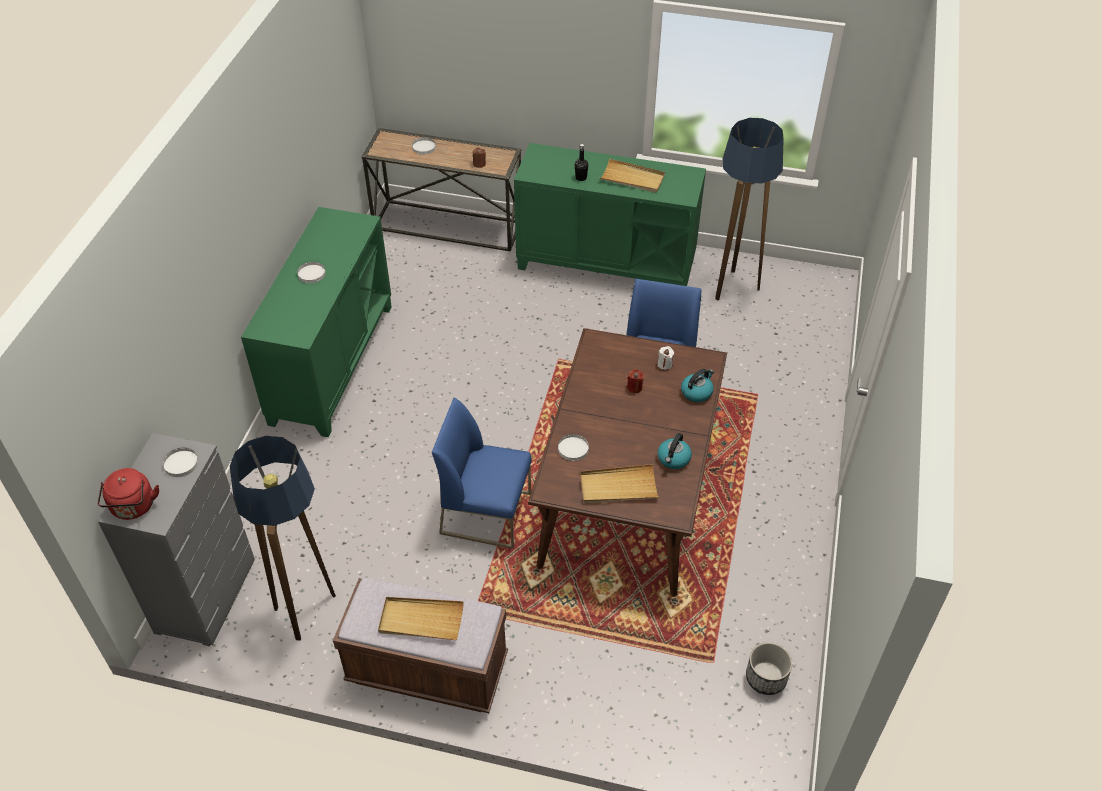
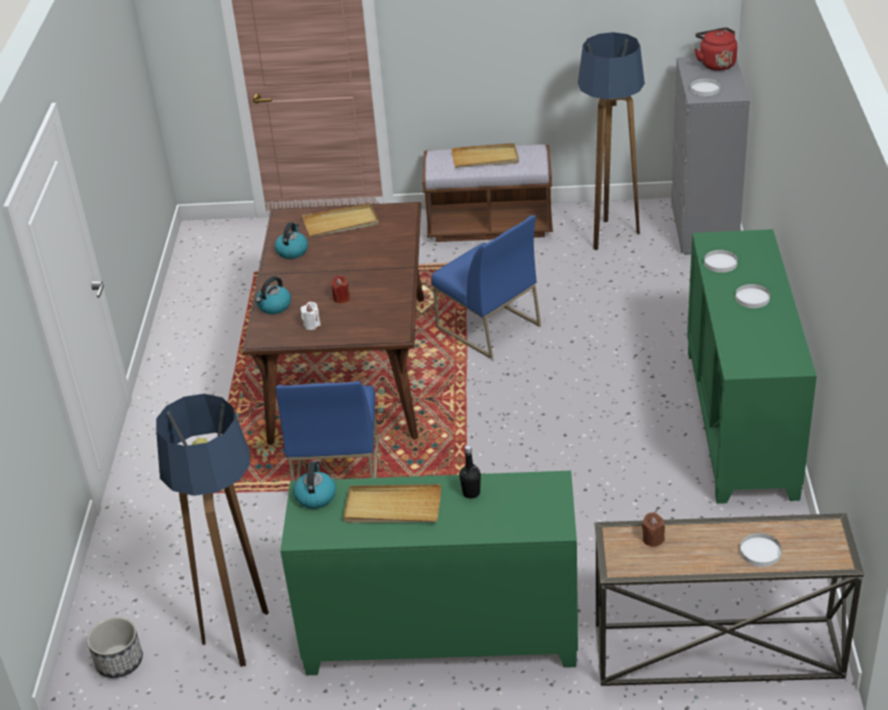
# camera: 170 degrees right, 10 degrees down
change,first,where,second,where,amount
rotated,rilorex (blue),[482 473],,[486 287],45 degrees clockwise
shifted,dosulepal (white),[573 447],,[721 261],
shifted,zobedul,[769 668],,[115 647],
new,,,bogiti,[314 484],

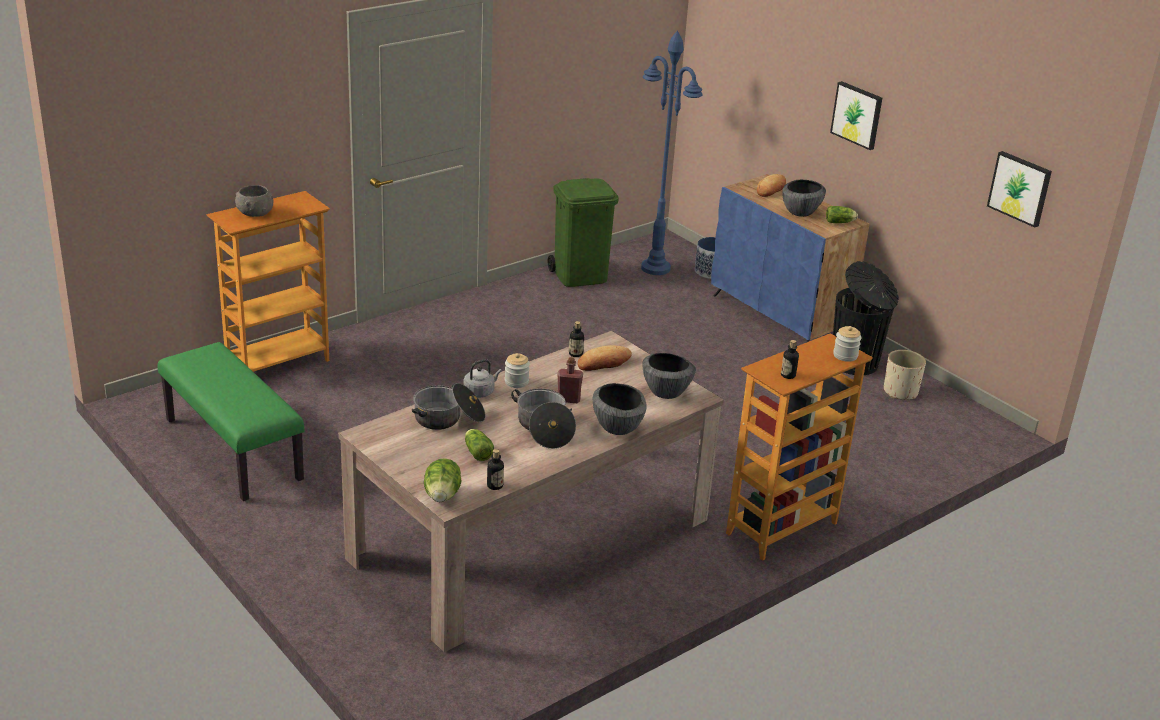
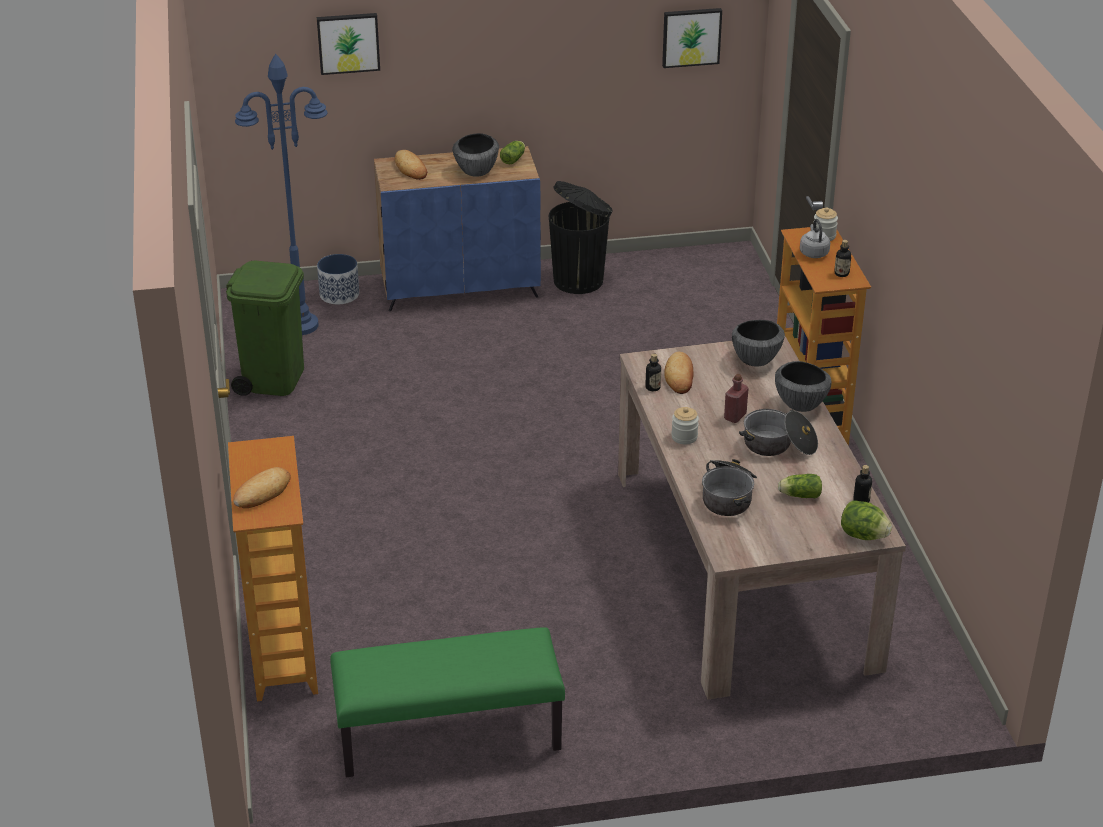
# camera: 60 degrees left, 5 degrees up
change,first,where,second,where,amount
swapped,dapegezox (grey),[254 201],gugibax,[262 487],
shifted,bogiti (grey),[483 378],,[815 238],
shifted,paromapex,[856 115],,[348 44],
gone,zobedul (beige),[905 375],,,

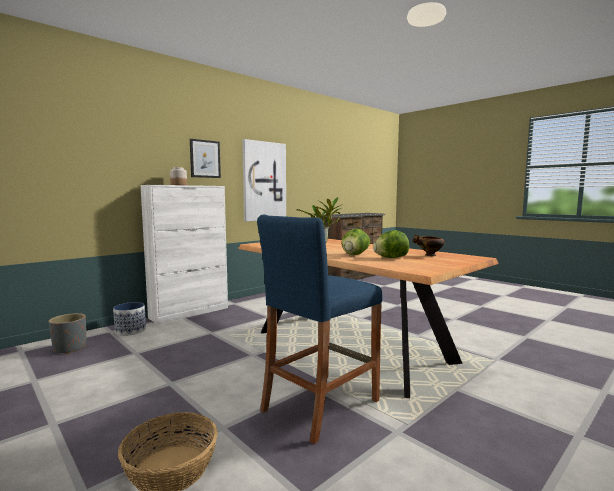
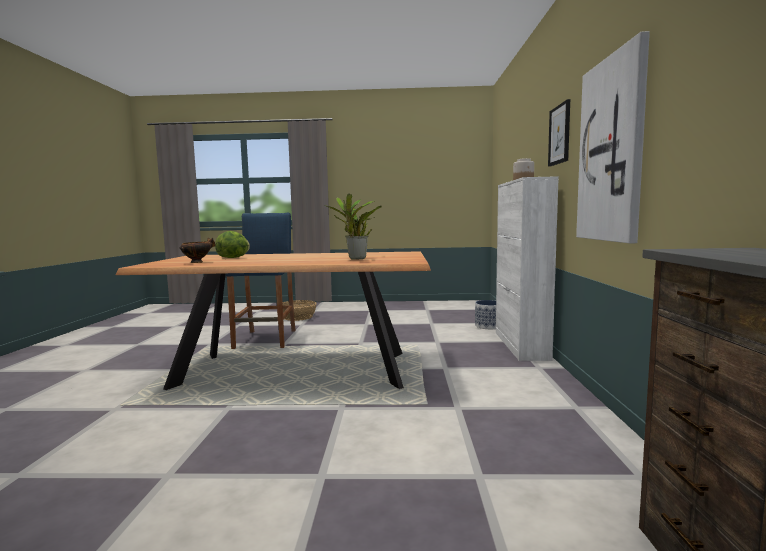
# camera: 135 degrees right, 0 degrees up
change,first,where,second,where,amount
gone,zobedul (grey),[67 333],,,
gone,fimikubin,[355 241],,,

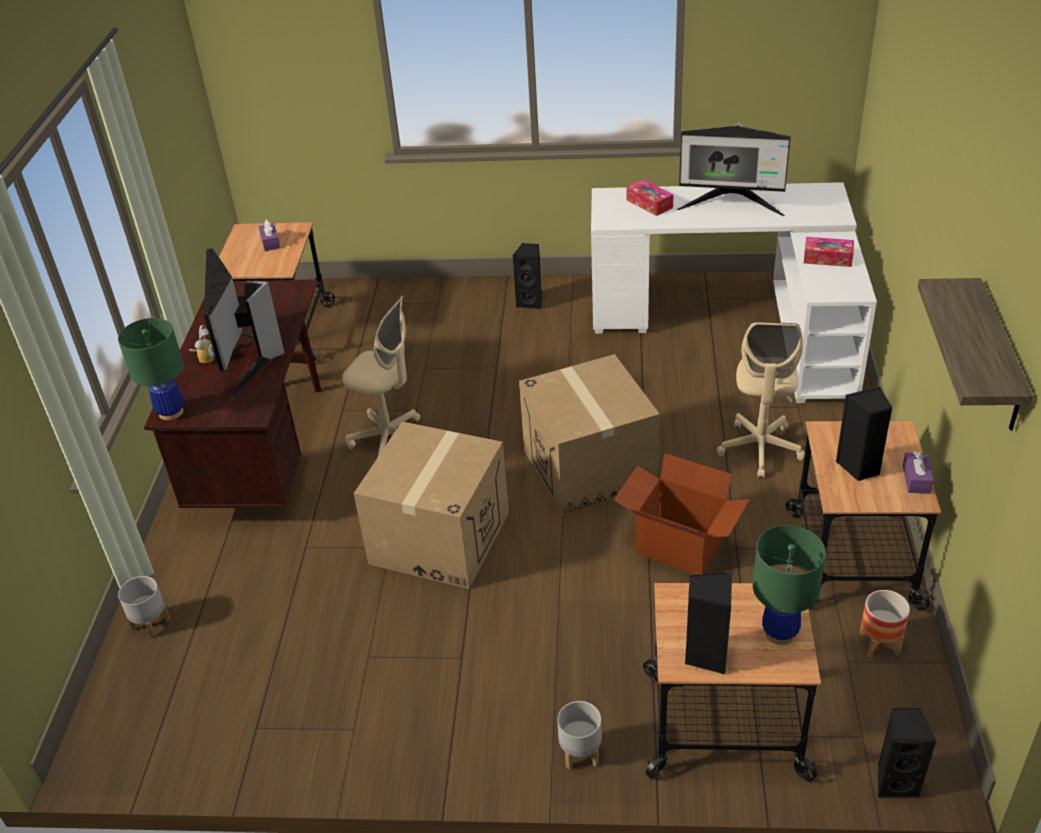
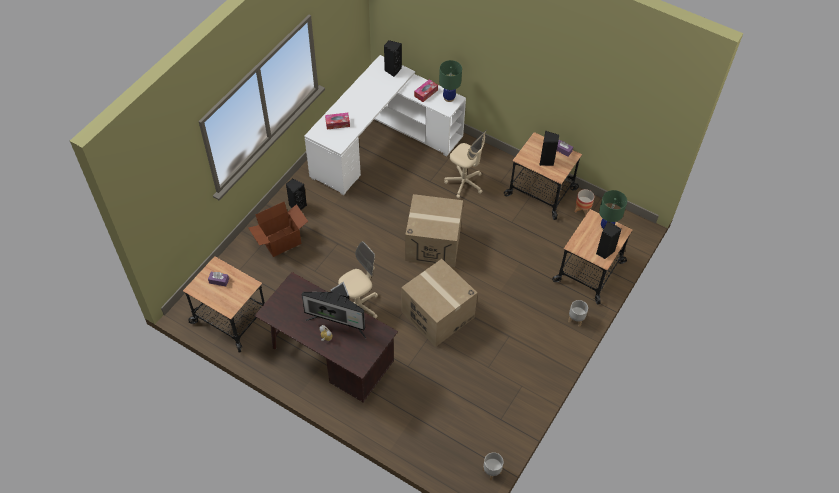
# camera: 65 degrees left, 15 degrees up
change,first,where,second,where,amount
shifted,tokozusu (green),[151 369],,[450 81],
shifted,zobedul (grey),[144 607],,[493 466],
shifted,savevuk,[682 514],,[278 229],
gone,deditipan,[734 169],,,
shifted,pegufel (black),[907 753],,[393 58],
gone,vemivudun,[975 354],,,

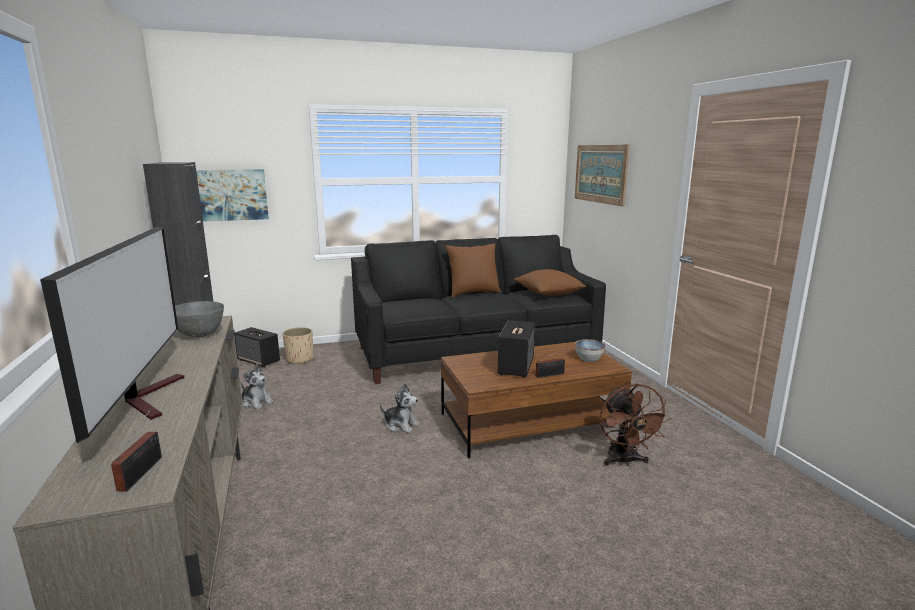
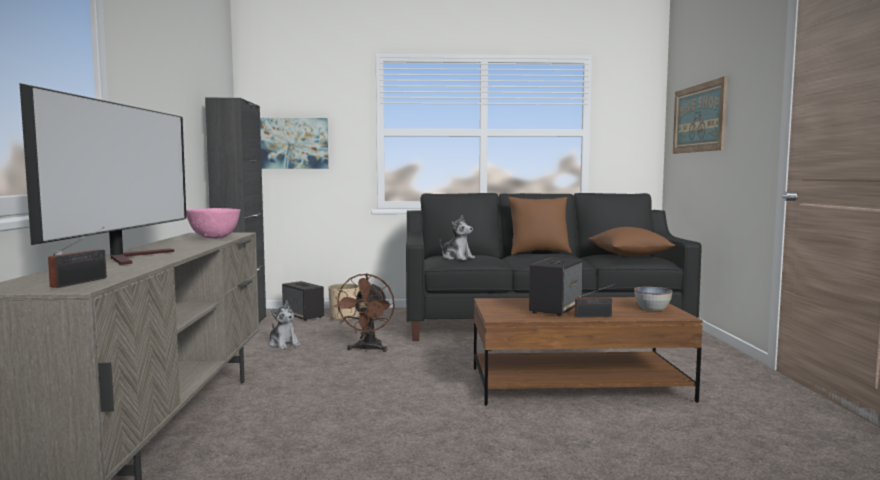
# camera: 15 degrees right, 10 degrees down
change,first,where,second,where,amount
repainted,dapegezox (grey),[199 319],dapegezox (pink),[213 223],
shifted,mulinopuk,[400 408],,[457 237],
shifted,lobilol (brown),[635 425],,[364 312],

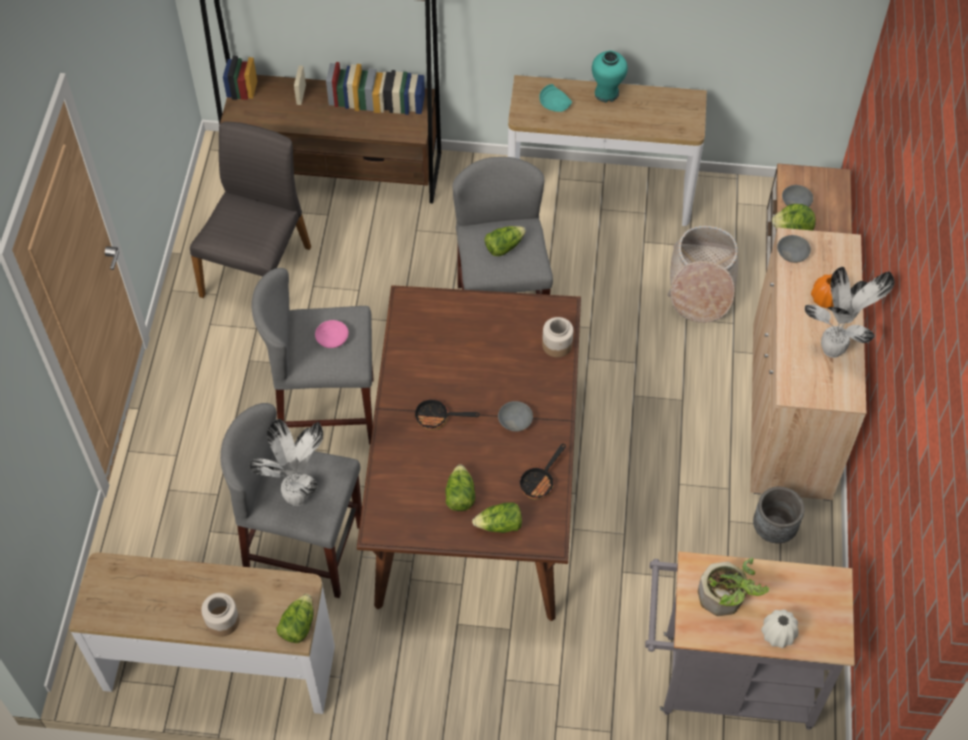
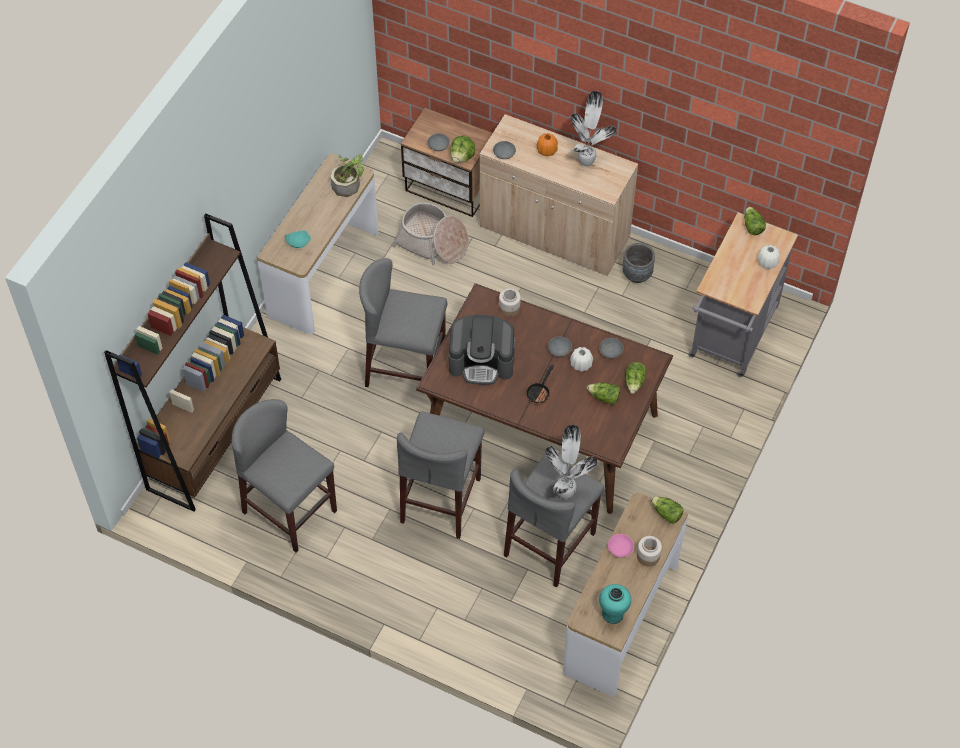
# camera: 70 degrees left, 0 degrees up
change,first,where,second,where,amount
swapped,rilorex (grey),[250 210],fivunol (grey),[284 476],
shifted,dapegezox (pink),[331 334],,[621 545],
shifted,fimikubin,[505 241],,[755 220],
swapped,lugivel,[542 471],dapegezox (grey),[611 348],
shifted,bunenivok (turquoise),[610 77],,[615 604],
shifted,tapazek,[733 587],,[347 175],
new,,,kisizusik,[482 350],
new,,,bunenivok (white),[581 359],

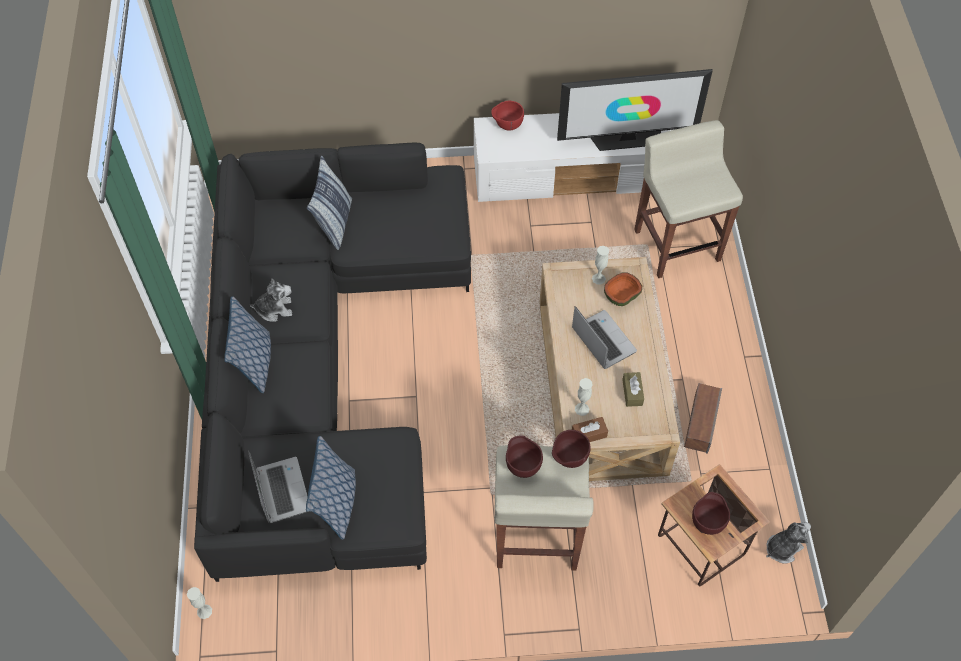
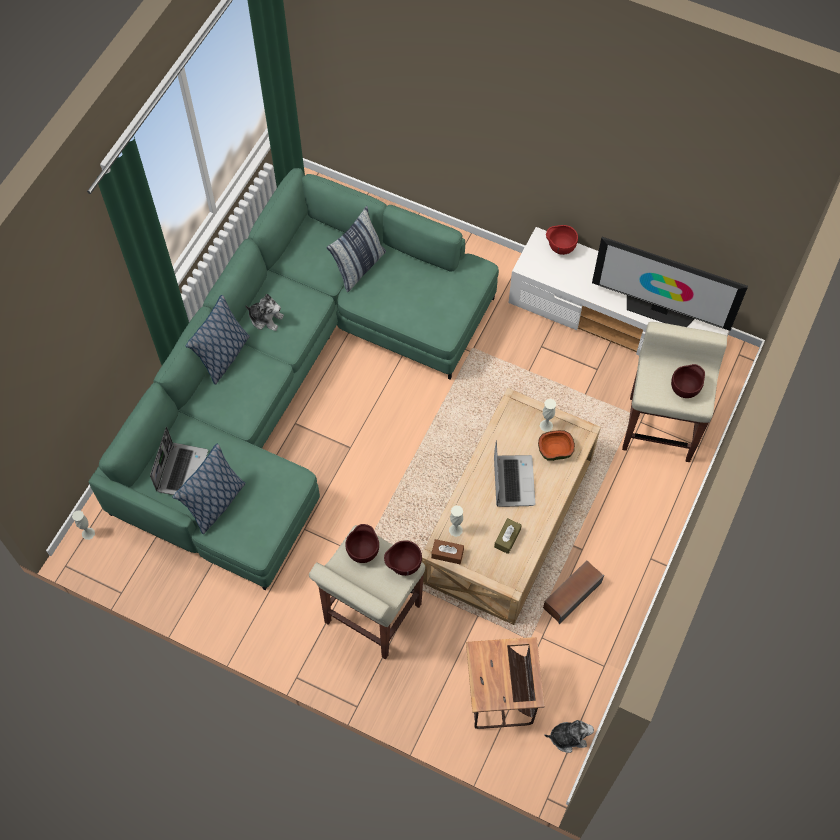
# camera: 30 degrees right, 5 degrees up
change,first,where,second,where,amount
repainted,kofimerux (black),[332 362],kofimerux (green),[294 379],
shifted,dapegezox (brown),[711 513],,[688 381],

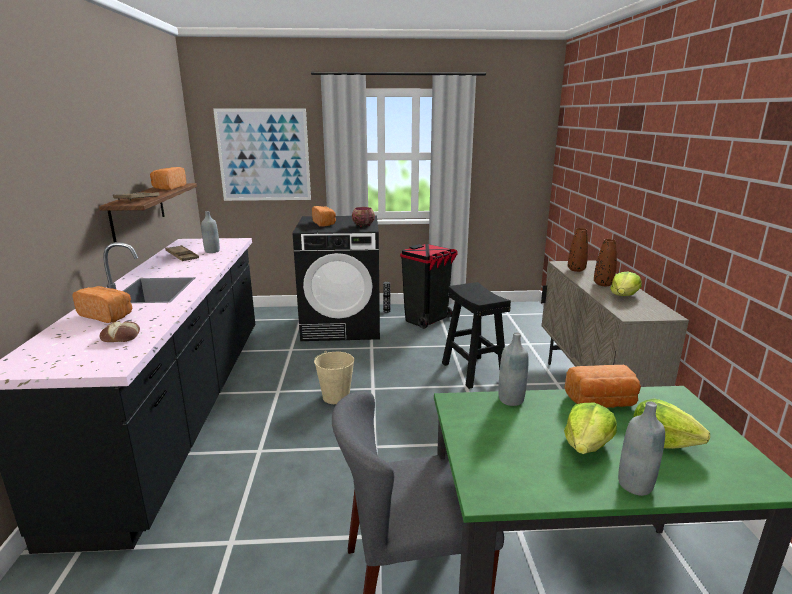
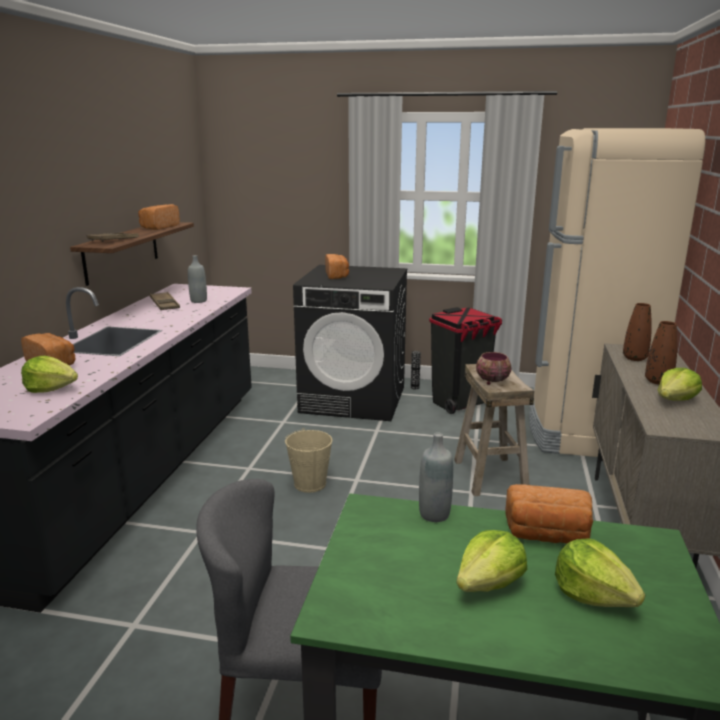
# camera: 15 degrees right, 0 degrees up
change,first,where,second,where,amount
swapped,gugibax,[120 331],fimikubin,[49 374],
gone,paromapex,[262 155],,,
shifted,dapegezox,[363 217],,[494 368],
repainted,fivunol (black),[476 335],fivunol (beige),[494 430],
gone,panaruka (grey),[641 448],,,
new,,,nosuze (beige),[617 292],

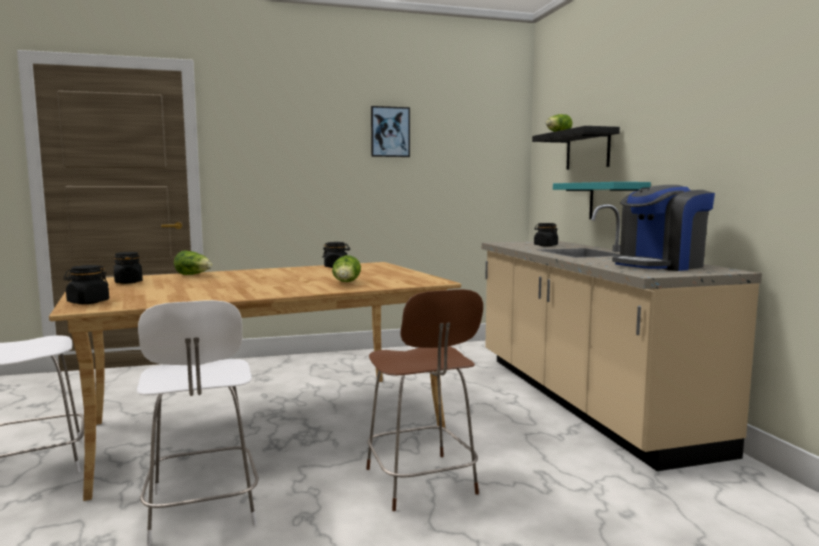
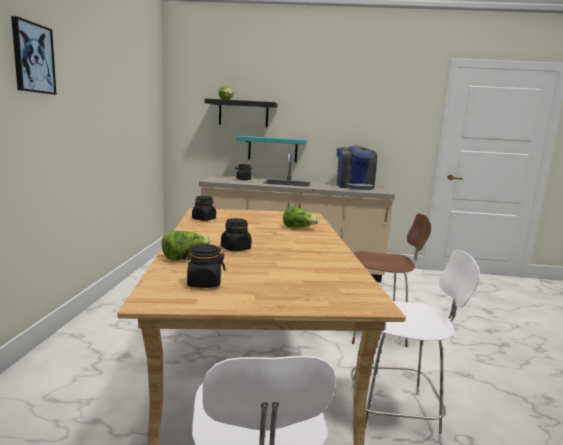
# camera: 70 degrees left, 5 degrees up
change,first,where,second,where,amount
shifted,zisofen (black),[86 284],,[236 234],
shifted,paromapex,[390 131],,[34 55],

